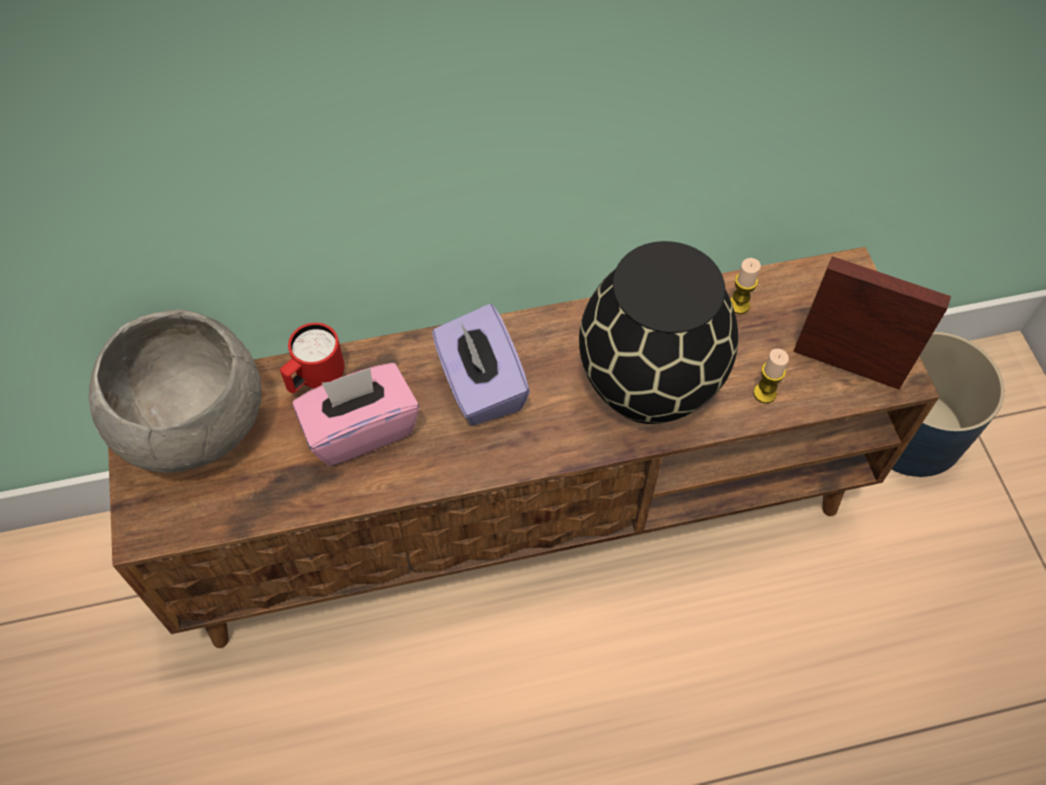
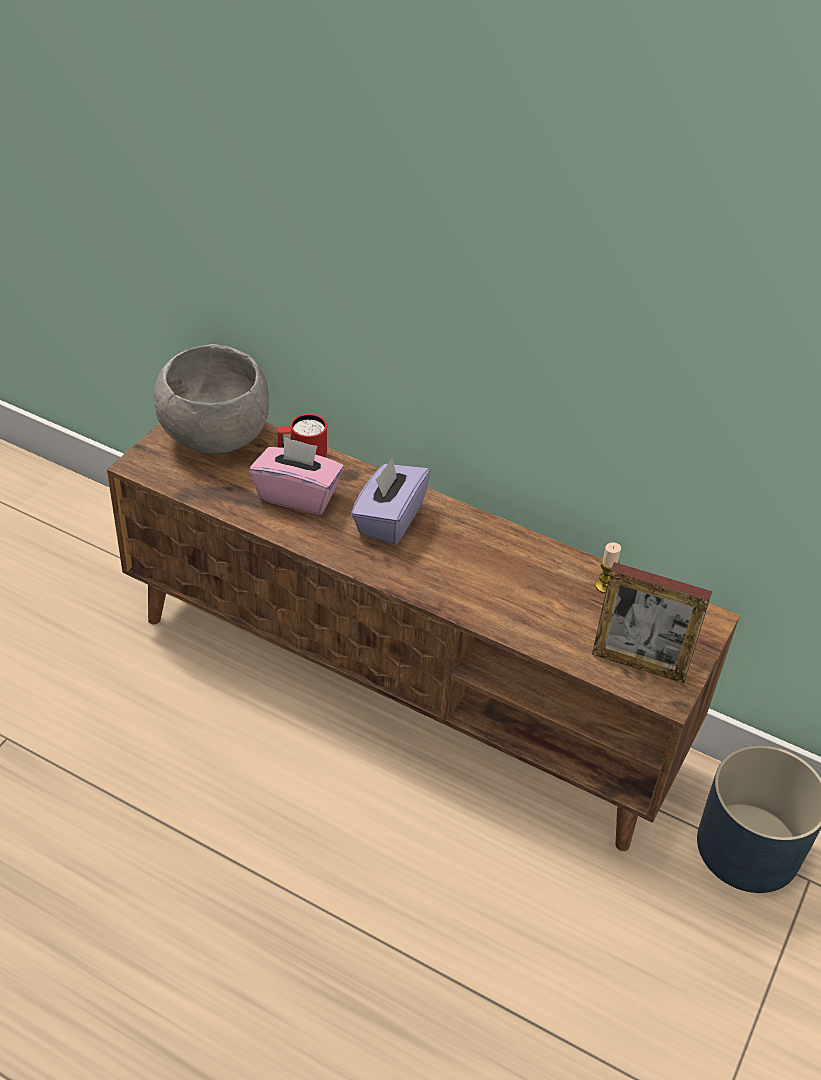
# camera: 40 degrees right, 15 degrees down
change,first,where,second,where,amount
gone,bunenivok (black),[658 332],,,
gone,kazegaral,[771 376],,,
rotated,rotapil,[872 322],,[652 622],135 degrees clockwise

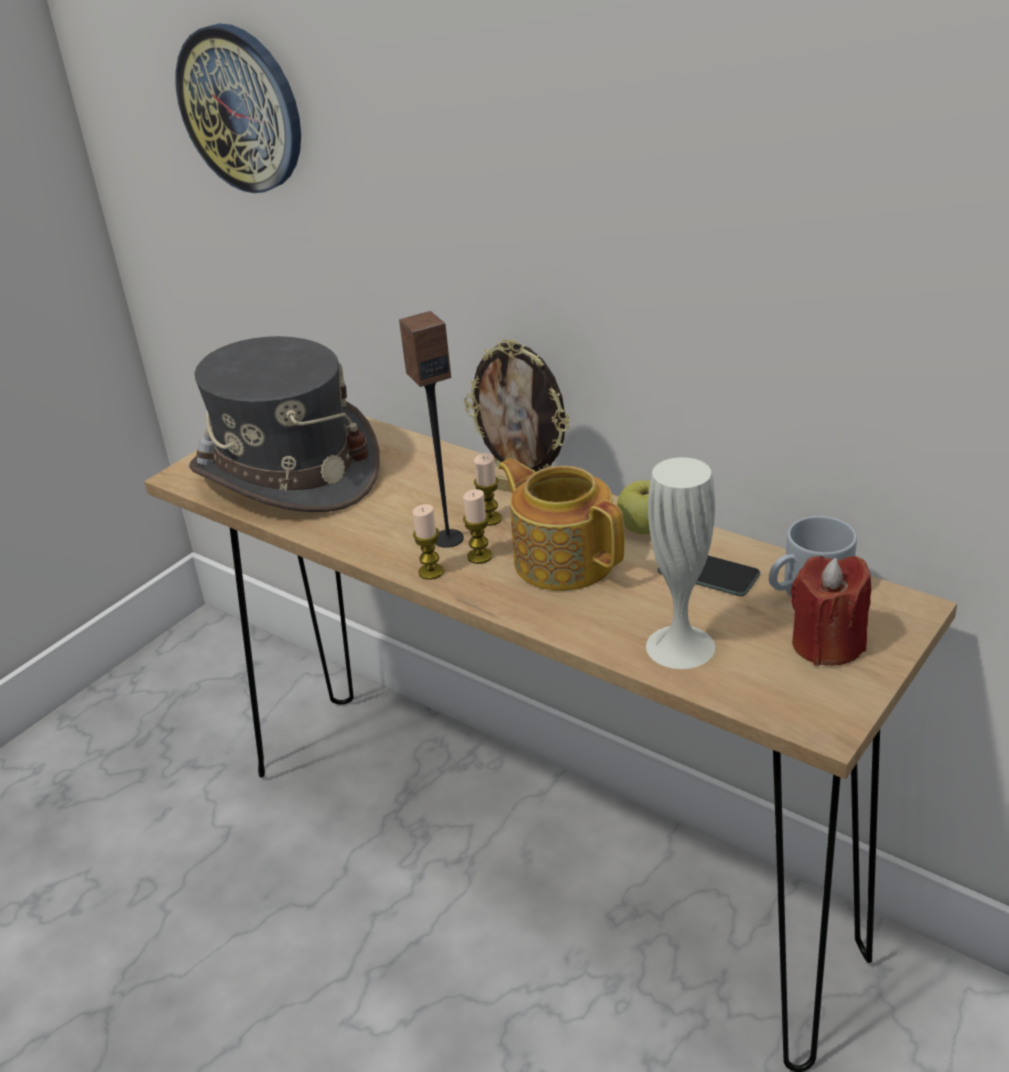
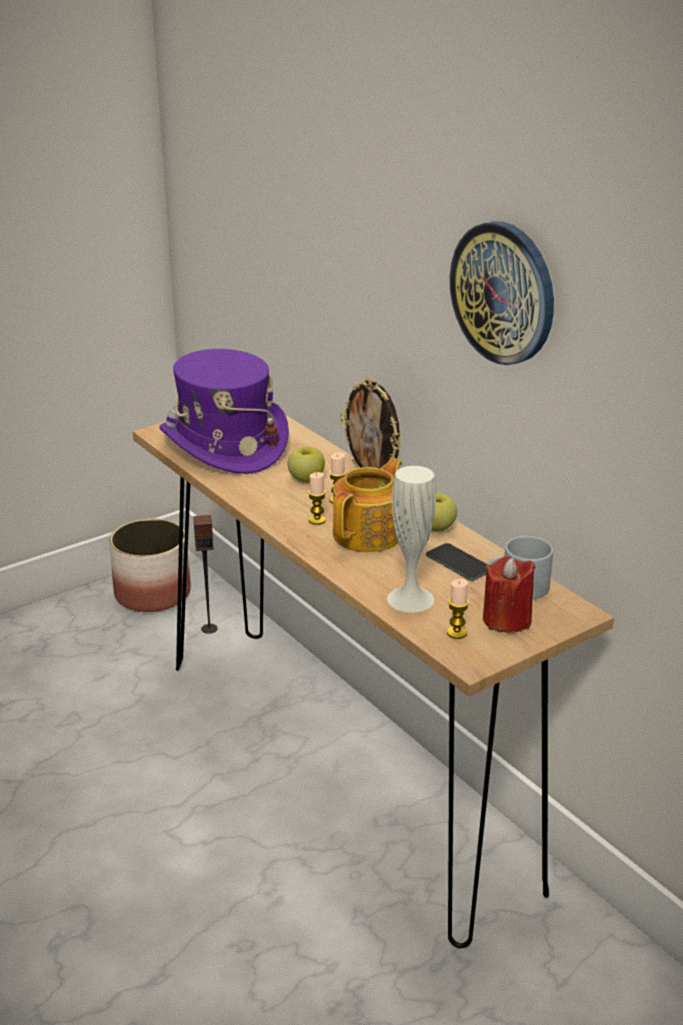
# camera: 15 degrees right, 5 degrees down
change,first,where,second,where,amount
shifted,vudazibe,[238 108],,[502 293],
repainted,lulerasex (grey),[284 424],lulerasex (purple),[224 411],
shifted,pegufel,[431 429],,[205 574],
shifted,kazegaral,[428 542],,[458 609],
rotated,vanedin,[561 524],,[367 505],60 degrees clockwise
new,,,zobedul,[150 565],
new,,,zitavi,[306 464],

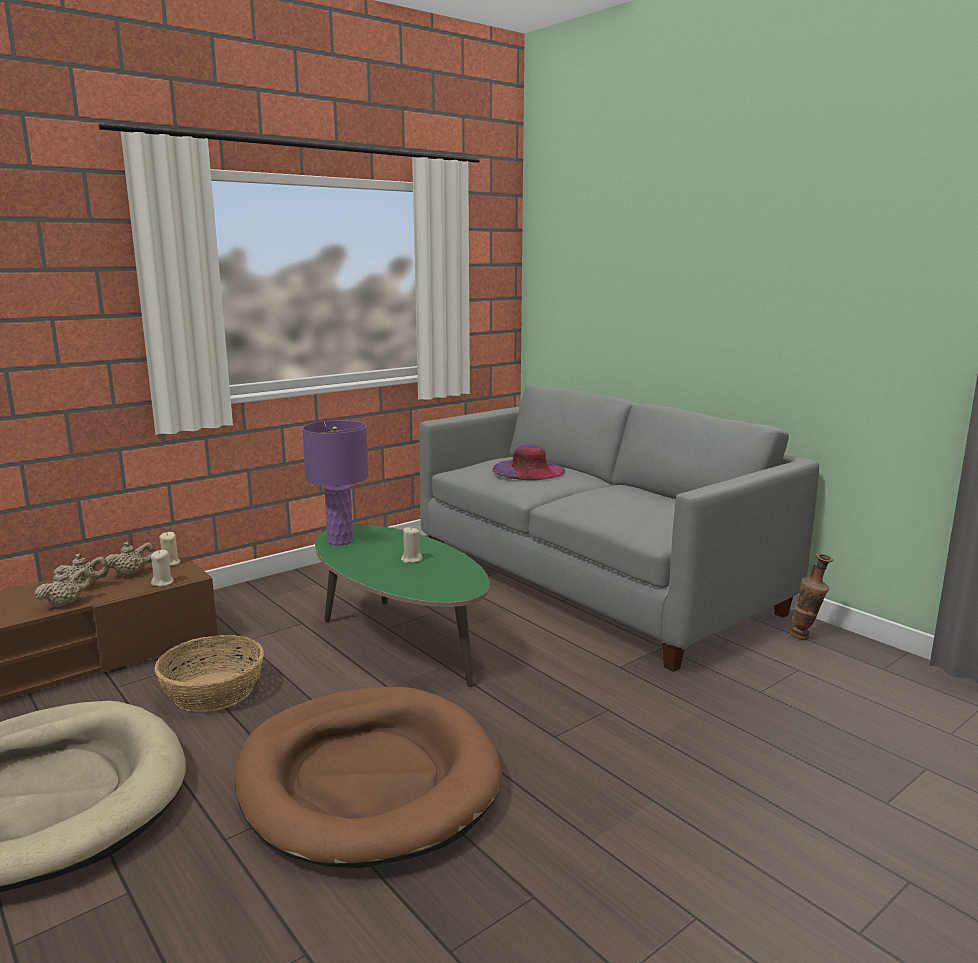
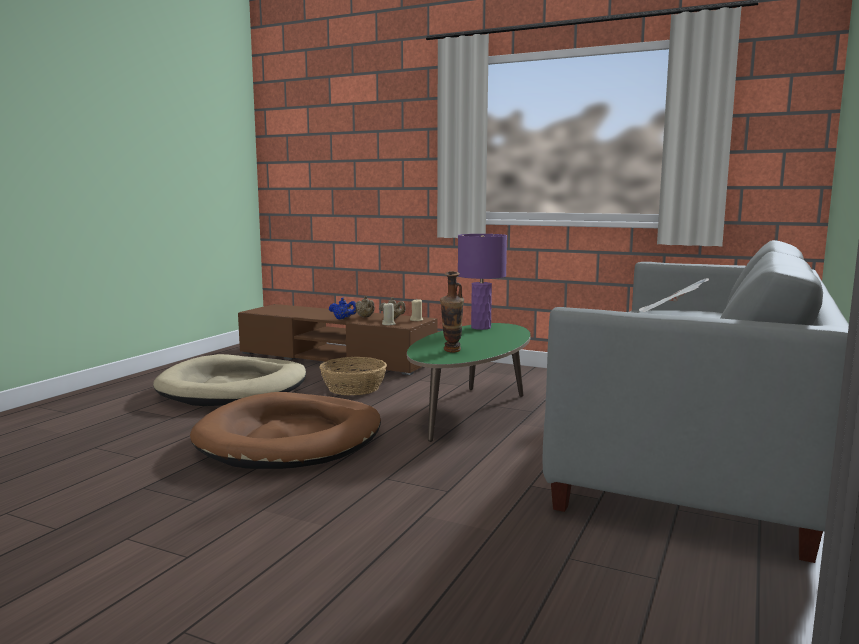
# camera: 65 degrees right, 5 degrees down
change,first,where,second,where,amount
repainted,vanedin (beige),[63 588],vanedin (blue),[343 309],
gone,kazegaral (beige),[412 545],,,
swapped,lulerasex (purple),[528 462],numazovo,[674 295],
shifted,bunenivok,[811 597],,[452 312],

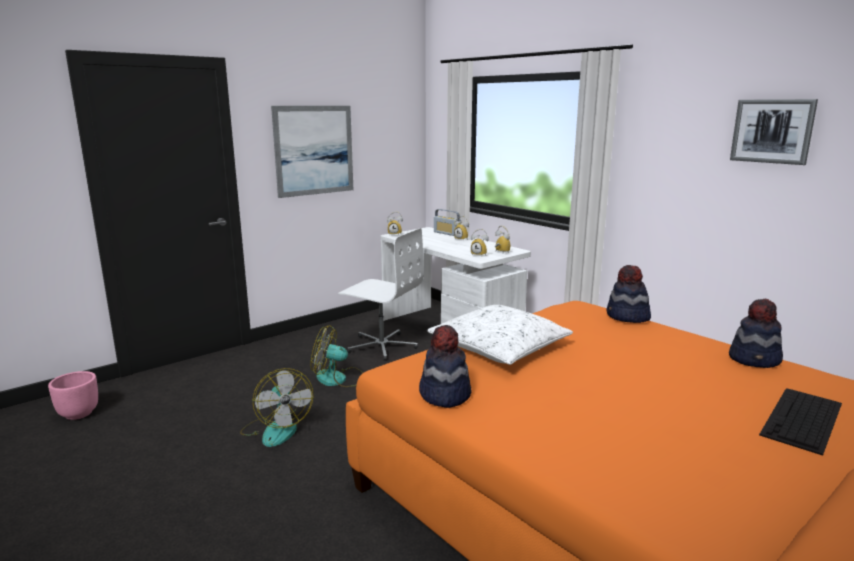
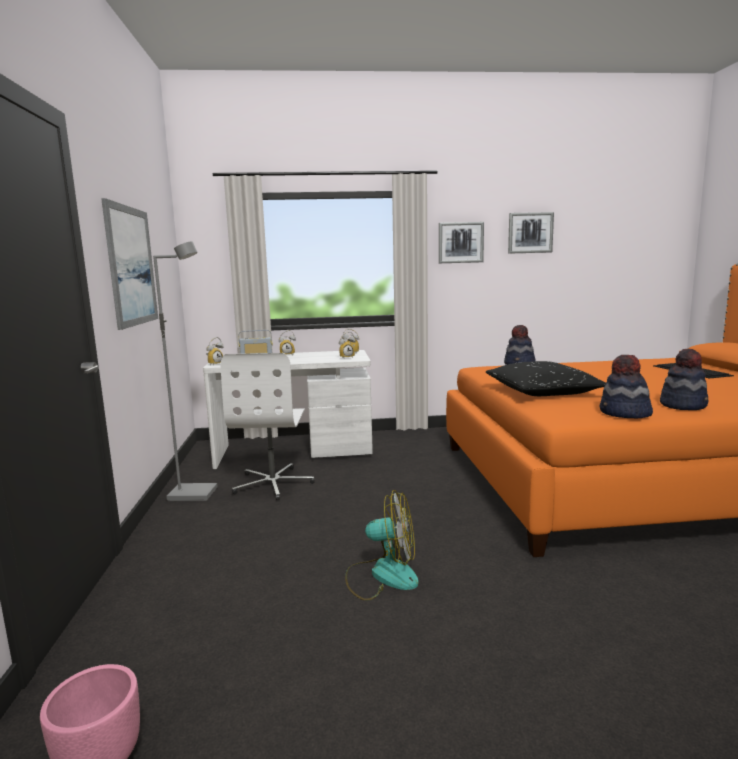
# camera: 55 degrees left, 5 degrees down
change,first,where,second,where,amount
gone,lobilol,[337 356],,,
rotated,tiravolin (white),[381 294],,[268 426],120 degrees clockwise
repainted,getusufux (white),[500 335],getusufux (black),[546 378],
shifted,lulerasex,[756 333],,[684 379],
new,,,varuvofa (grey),[185 371],
new,,,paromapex,[461 242],

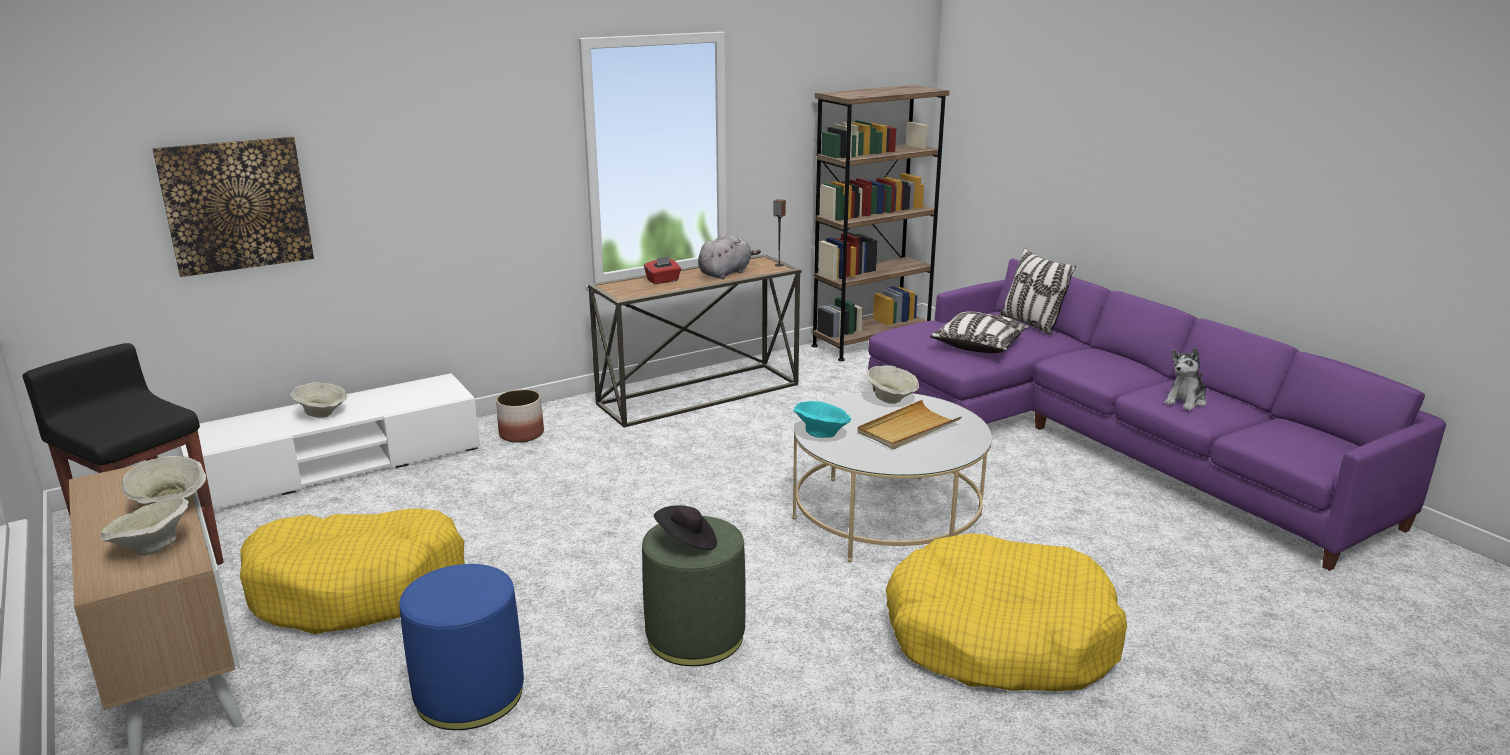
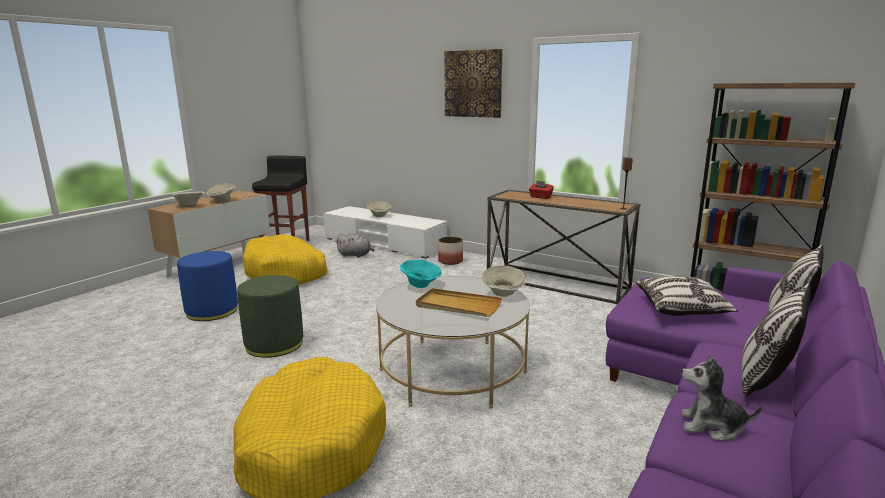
# camera: 65 degrees right, 5 degrees down
change,first,where,second,where,amount
shifted,paromapex,[233 207],,[473 83],
gone,lulerasex (black),[685 527],,,
shifted,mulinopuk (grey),[729 256],,[354 245],
new,,,getusufux,[776 339],

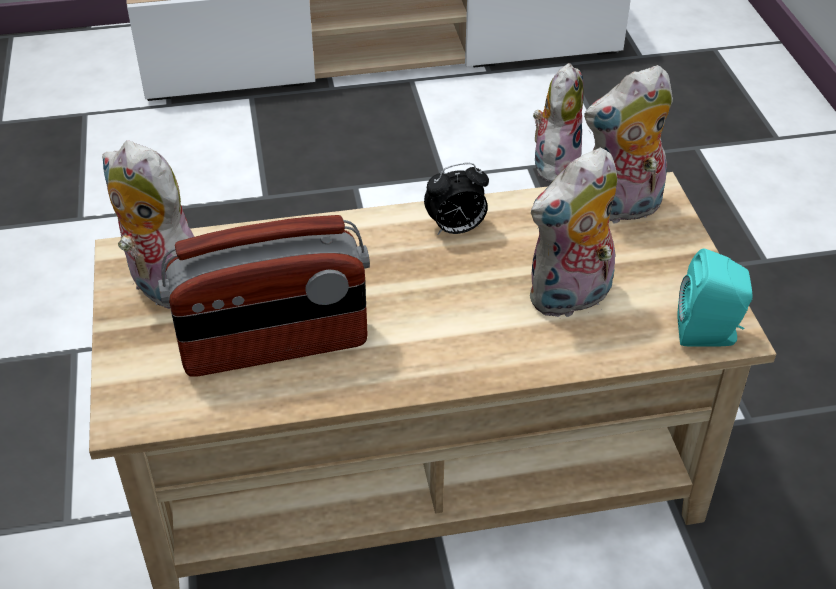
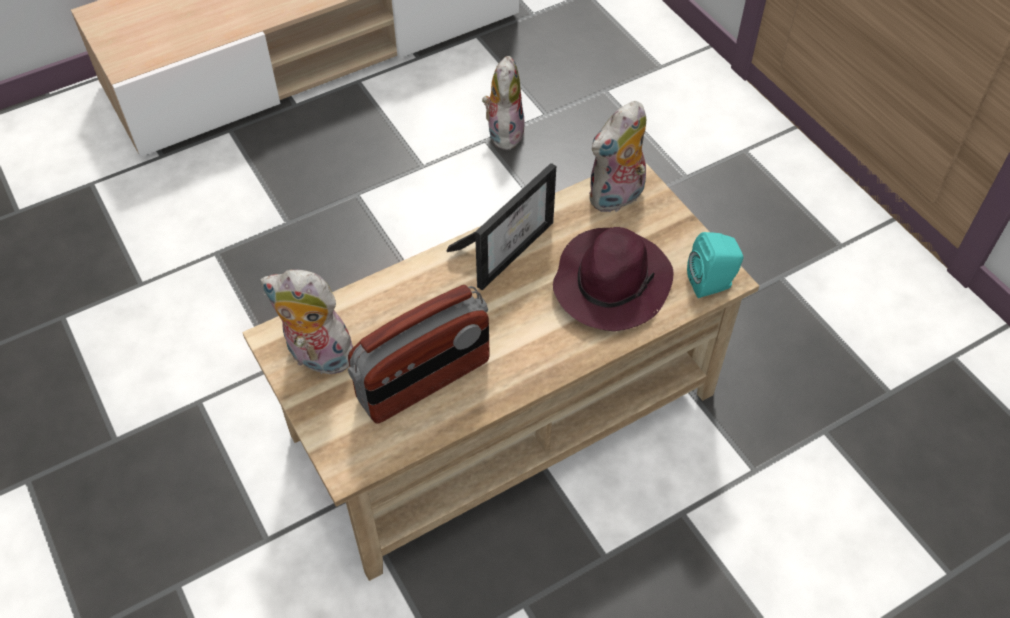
# camera: 20 degrees left, 10 degrees up
change,first,where,second,where,amount
swapped,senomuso,[456 199],rotapil,[501 226],
swapped,mulinopuk,[574 232],lulerasex (purple),[613 279],

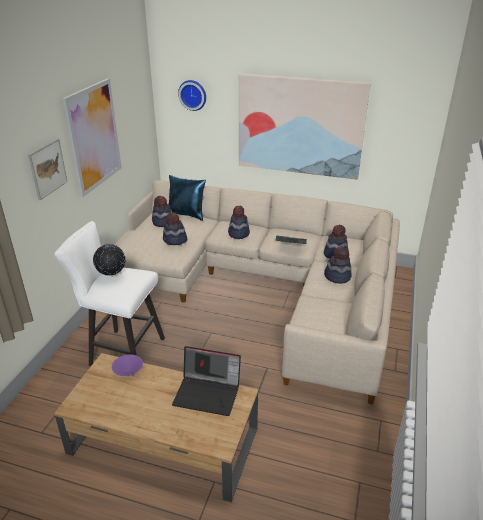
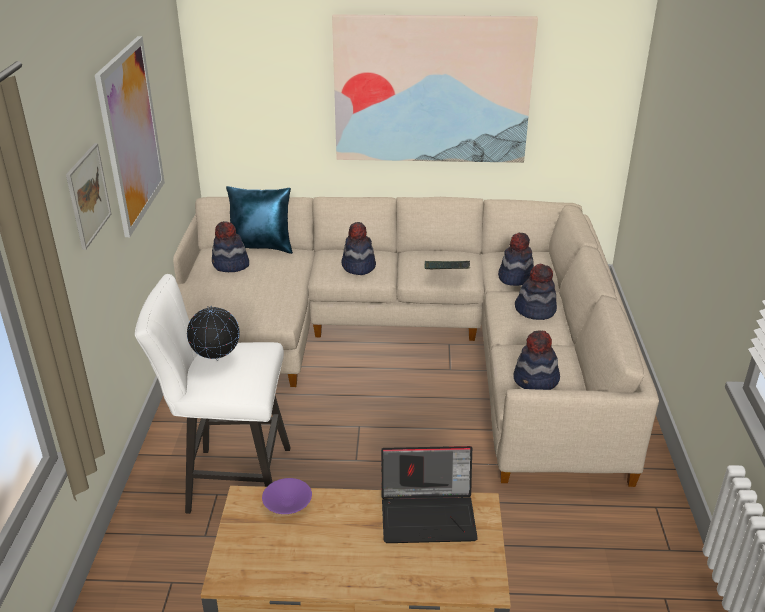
# camera: 15 degrees left, 0 degrees up
change,first,where,second,where,amount
shifted,lulerasex,[175 228],,[536 360],
gone,vudazibe,[192 95],,,

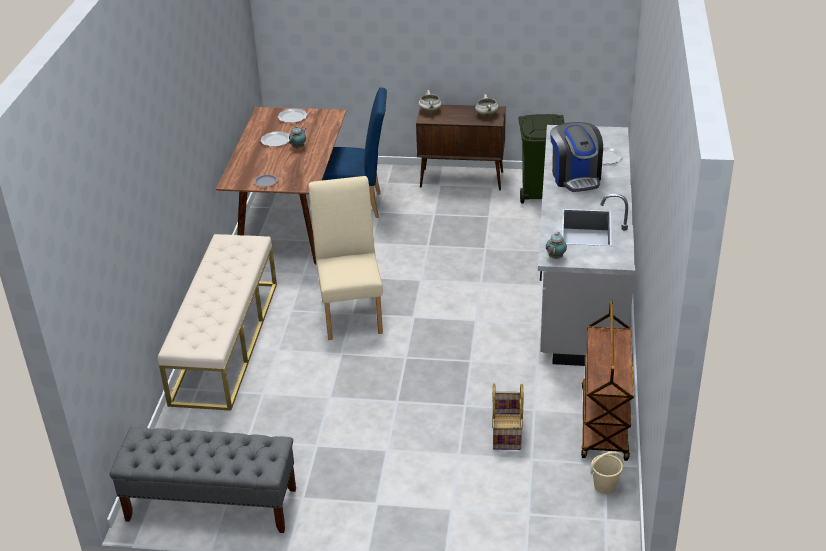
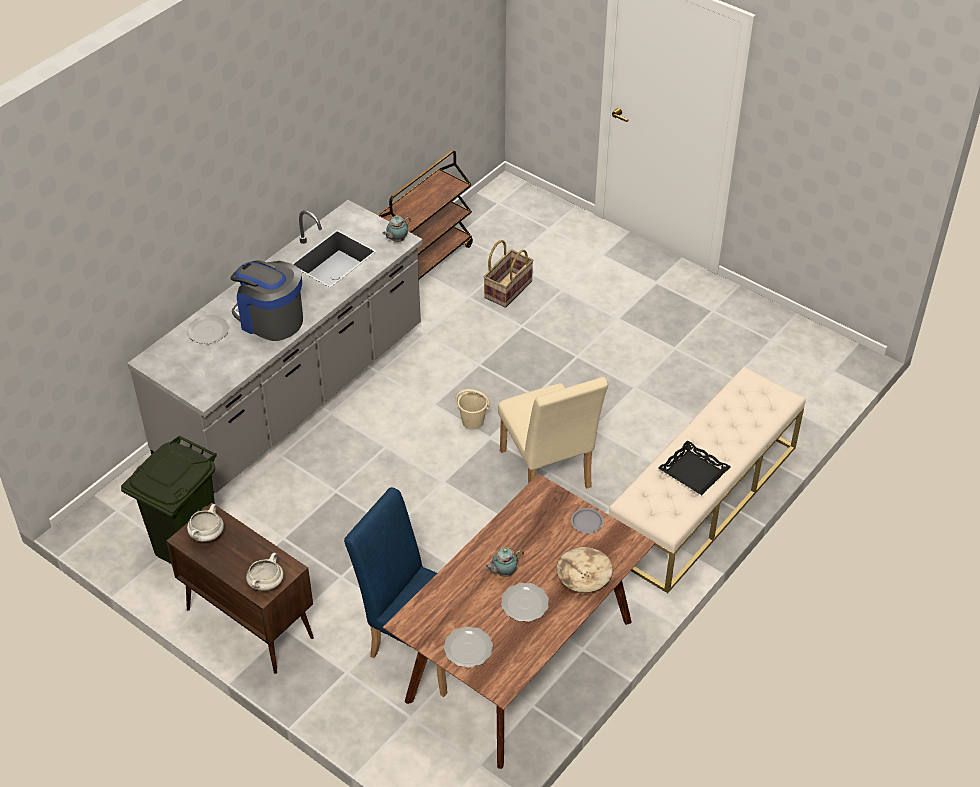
# camera: 150 degrees left, 10 degrees up
change,first,where,second,where,amount
gone,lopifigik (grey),[203 480],,,
rotated,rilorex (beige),[345 258],,[553 433],45 degrees counterclockwise
rotated,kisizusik,[576 157],,[266 300],75 degrees counterclockwise
shifted,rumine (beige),[607 472],,[473 409],
new,,,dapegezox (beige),[584 571],
new,,,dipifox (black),[694 467],

